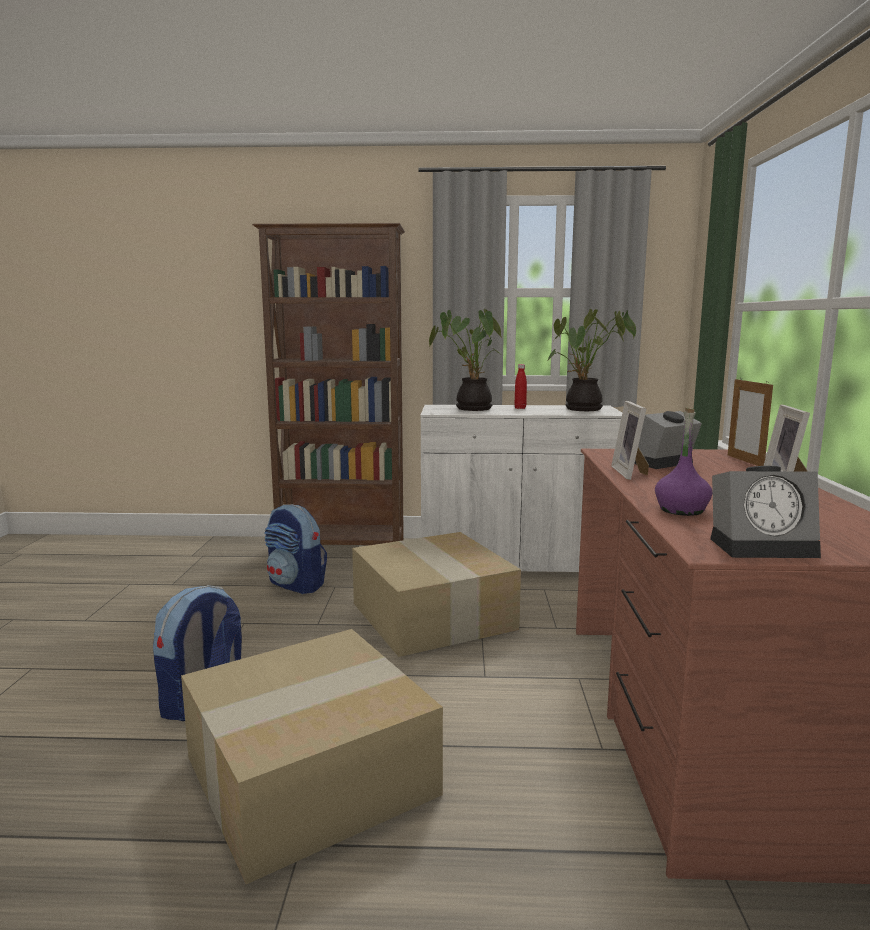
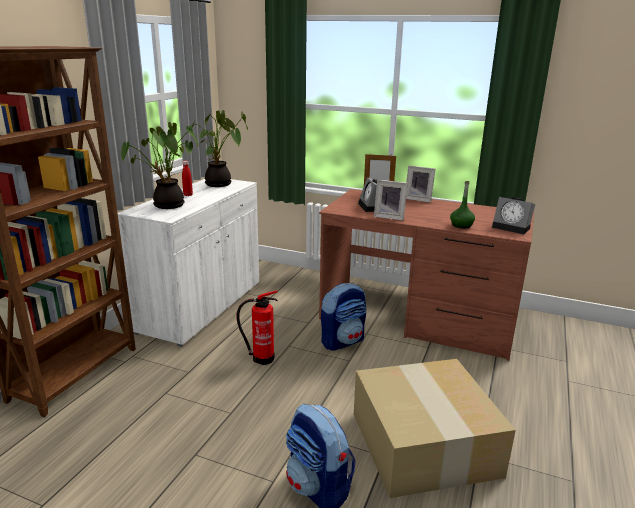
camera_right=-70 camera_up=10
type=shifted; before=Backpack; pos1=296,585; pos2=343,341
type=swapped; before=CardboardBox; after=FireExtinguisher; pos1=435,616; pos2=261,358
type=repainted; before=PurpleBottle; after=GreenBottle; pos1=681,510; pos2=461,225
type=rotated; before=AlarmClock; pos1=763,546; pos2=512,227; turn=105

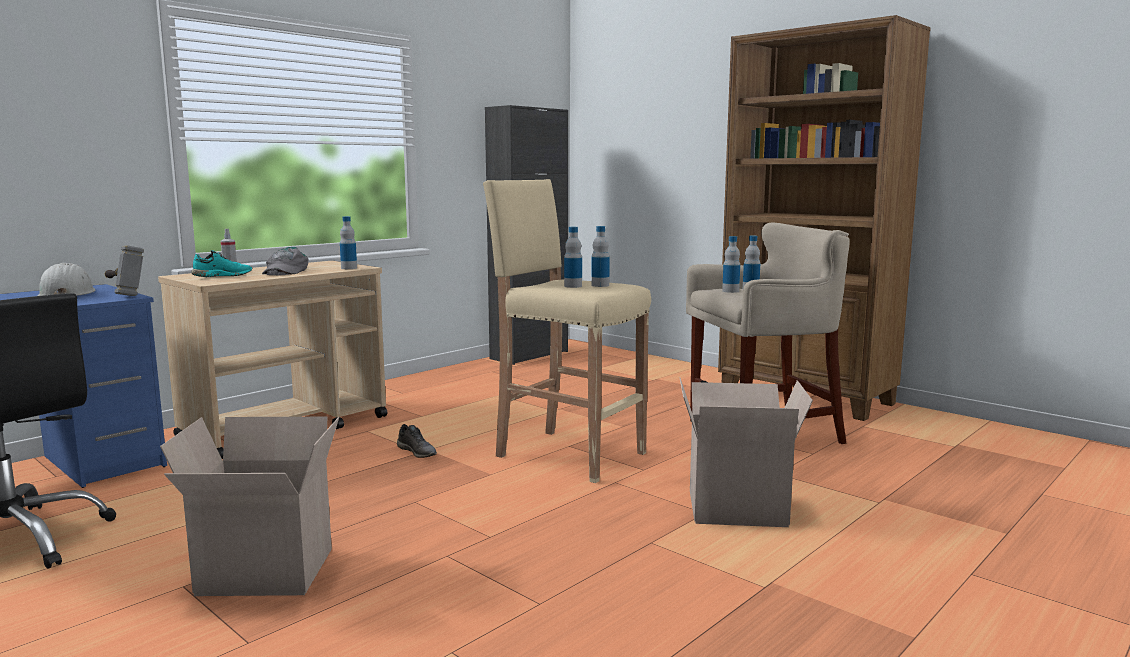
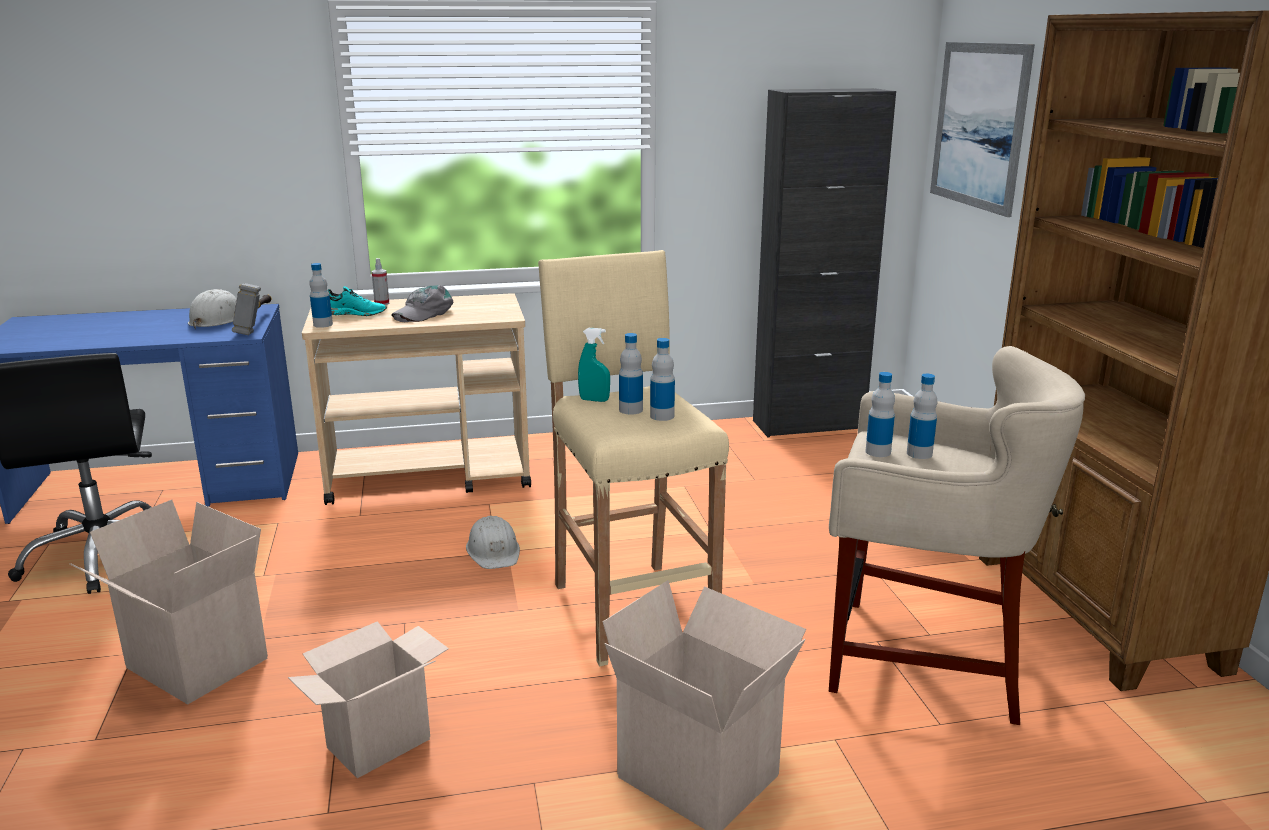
camera_right=35 camera_up=10
type=shifted; before=Bottle; pos1=349,268; pos2=323,324
type=swapped; before=GreyShoe; after=WhiteHardHat; pos1=417,452; pos2=494,551
type=new; after=CardboardBox; pos2=380,741
type=new; after=TurquoiseSprayBottle; pos2=594,400
type=new; after=Picture; pos2=979,125

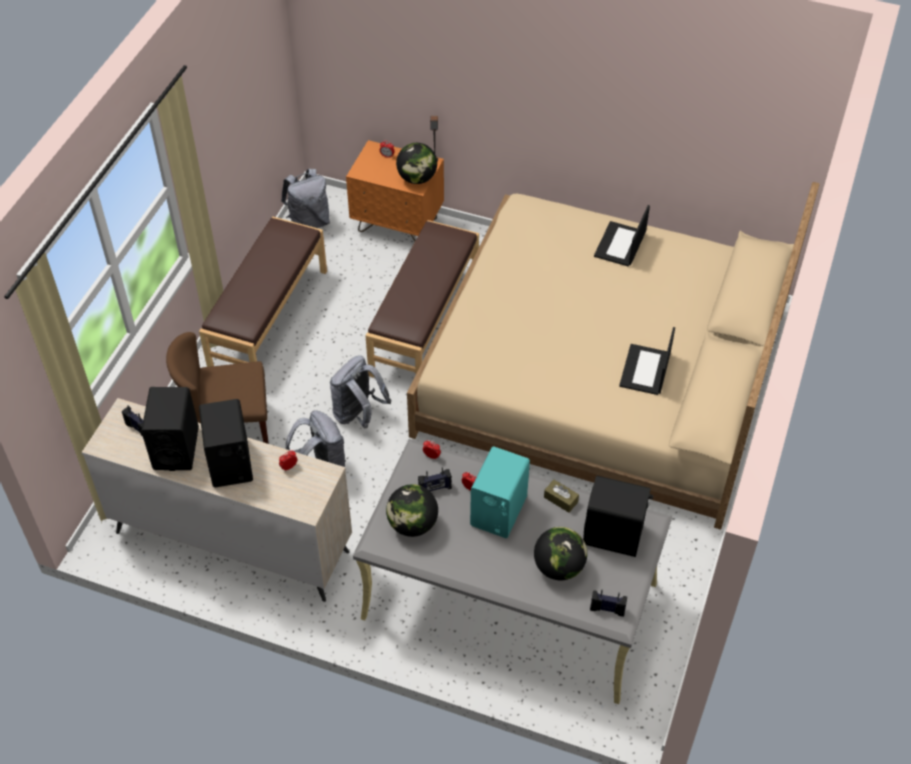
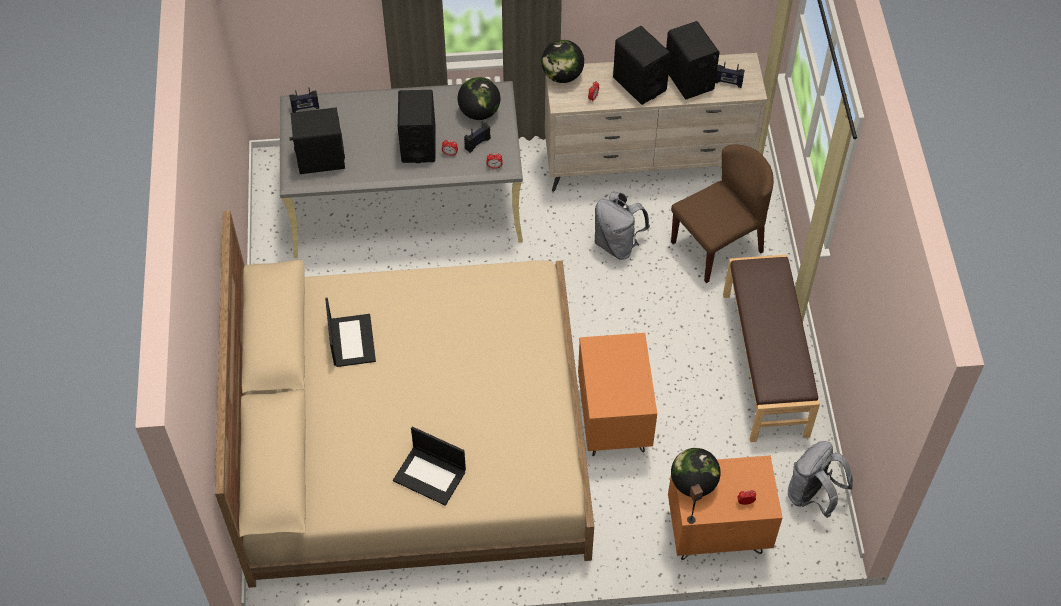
camera_right=155 camera_up=5
type=gone; before=GreyBackpack; pos1=358,415
type=swapped; before=BrownBench; after=OrangeNightstand; pos1=426,324; pos2=613,421
type=repainted; before=TurquoiseSpeaker; after=BlackSpeaker; pos1=498,512; pos2=418,144
type=shifted; before=Globe; pos1=558,567; pos2=562,75
type=gone; before=BrownTissueBox; pos1=560,499
type=rotated; before=Laptop; pos1=620,245; pos2=430,475; turn=120

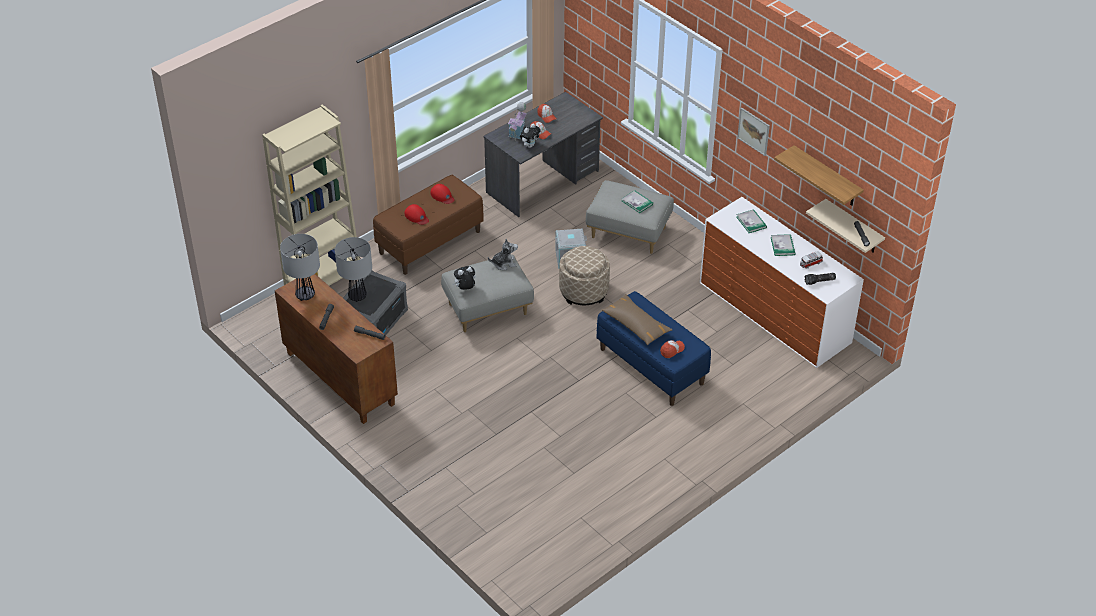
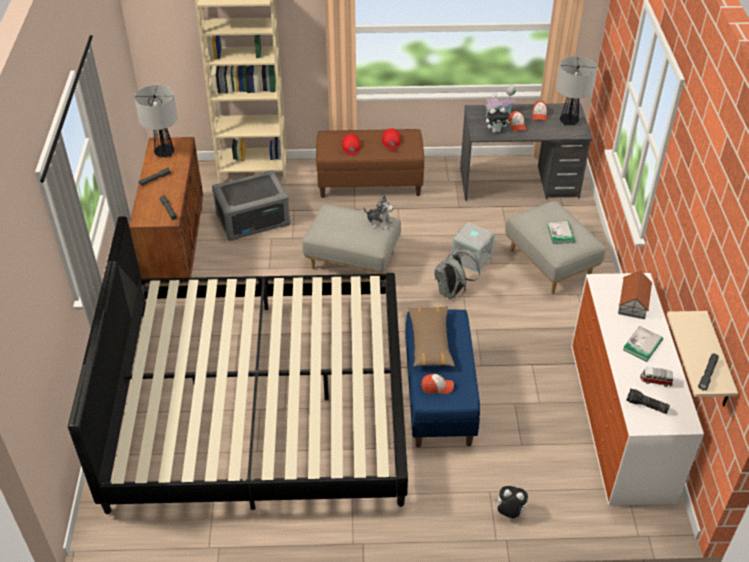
camera_right=40 camera_up=0
type=shifted; before=TableLamp; pos1=357,296; pos2=568,121
type=shifted; before=PlushToy; pos1=465,289; pos2=509,512
type=swapped; before=BeigeOttoman; after=GreyBackpack; pos1=584,291; pos2=452,292
type=swapped; before=Book; after=ToyHouse; pos1=751,222; pos2=633,303
type=gone; before=Picture; pos1=753,131
type=gone; before=Shelf; pos1=826,177
type=new; after=Bed; pos2=260,400

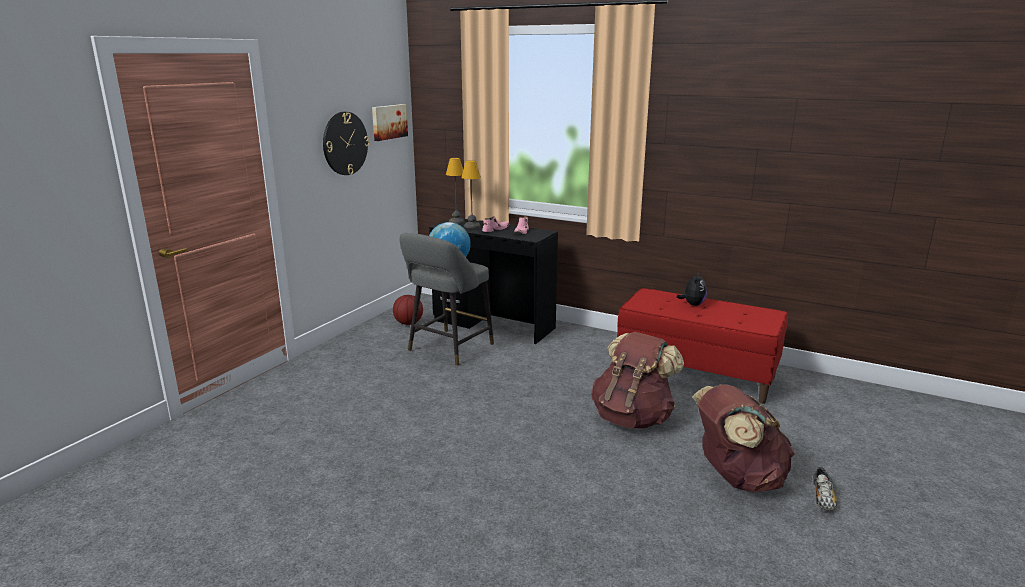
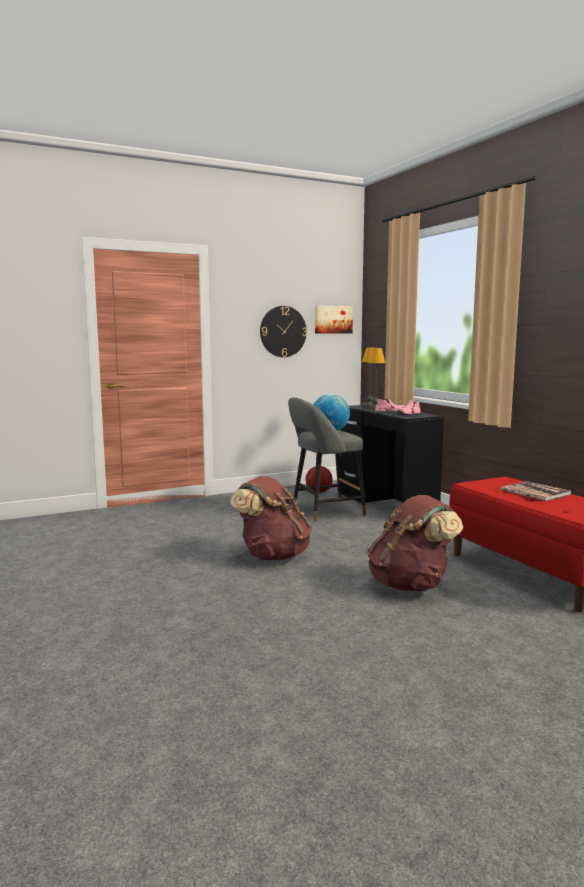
camera_right=35 camera_up=-10
type=swapped; before=PlushToy; after=Book; pos1=692,304; pos2=535,492
type=shifted; before=BrownBackpack; pos1=737,478; pos2=272,556
type=gone; before=Shoe; pos1=823,498

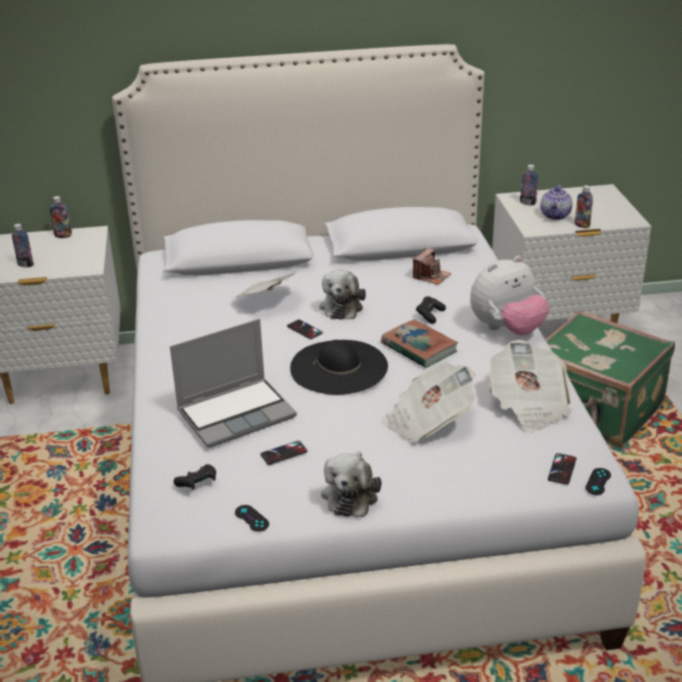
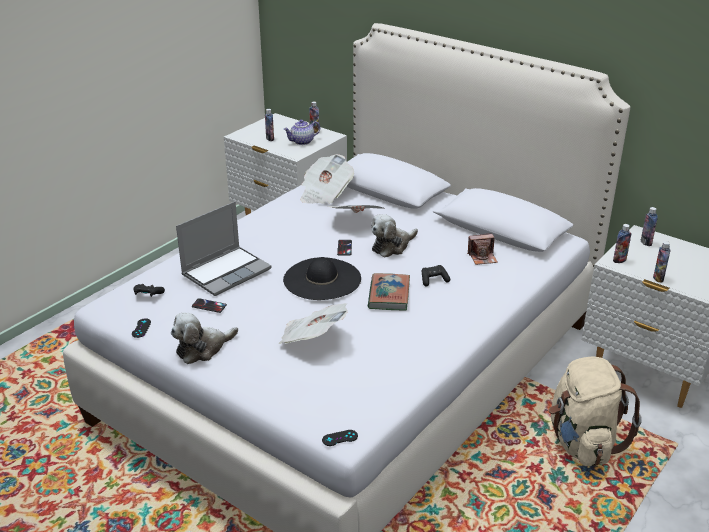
camera_right=45 camera_up=0
type=rotated; before=Laptop; pos1=237,413; pos2=226,271; turn=-60
type=gone; before=PlushToy; pos1=507,329
type=shifted; before=Newspaper; pos1=528,405; pos2=325,194
type=shifted; before=Teapot; pos1=556,215; pos2=302,142
type=swapped; before=GreenSuitcase; after=BeigeBackpack; pos1=595,410; pos2=582,442
type=gone; before=Phone; pos1=562,469
type=new; after=Bottle; pos2=619,260

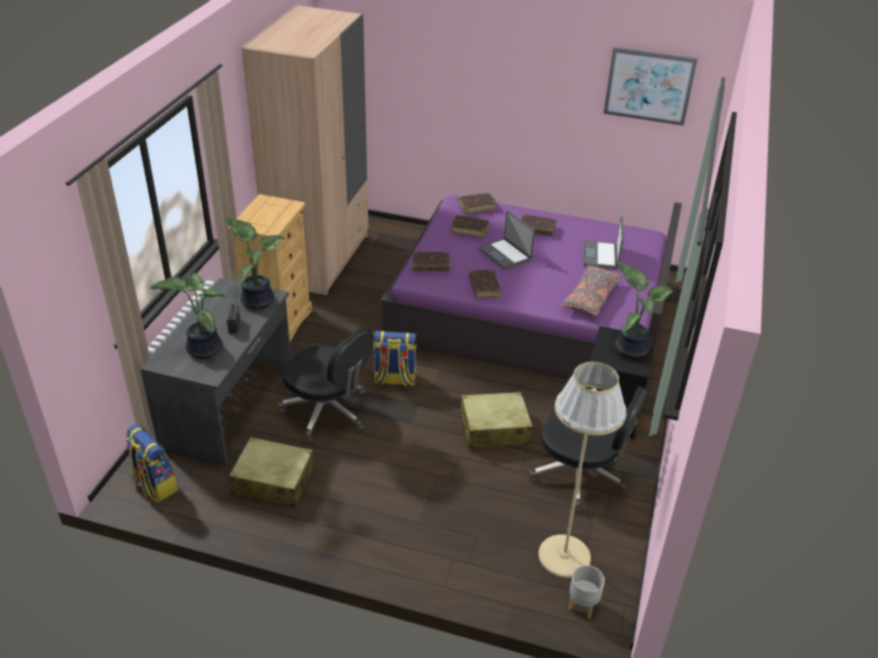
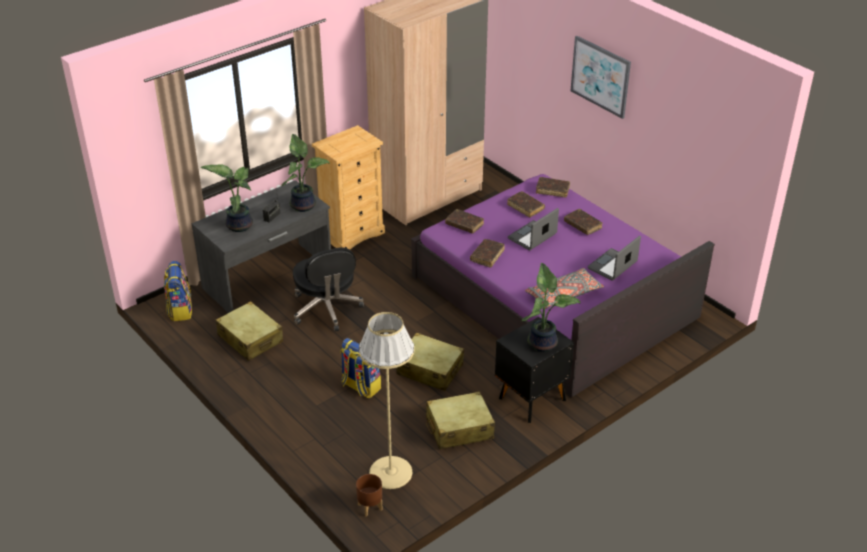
camera_right=35 camera_up=0
type=shifted; before=Backpack; pos1=394,379; pos2=360,387
type=rotated; before=Laptop; pos1=506,255; pos2=532,237; turn=45
type=swapped; before=BlackOfficeChair; after=BeigeSuitcase; pos1=580,476; pos2=459,428
type=repainted; before=GreyPlanter; after=BrownPlanter; pos1=582,605; pos2=369,507
type=shifted; before=Picture; pos1=649,86; pos2=600,76

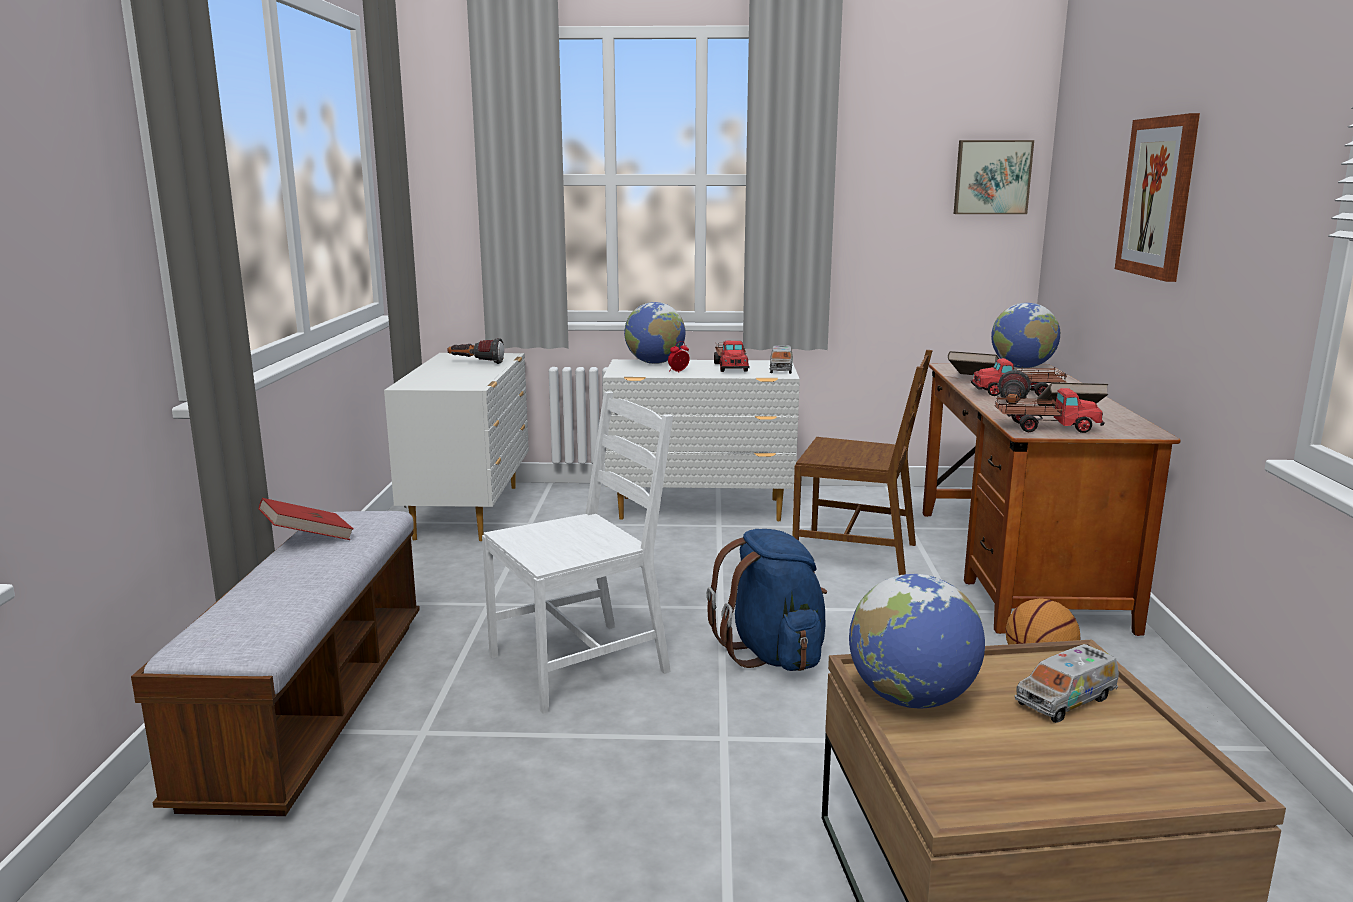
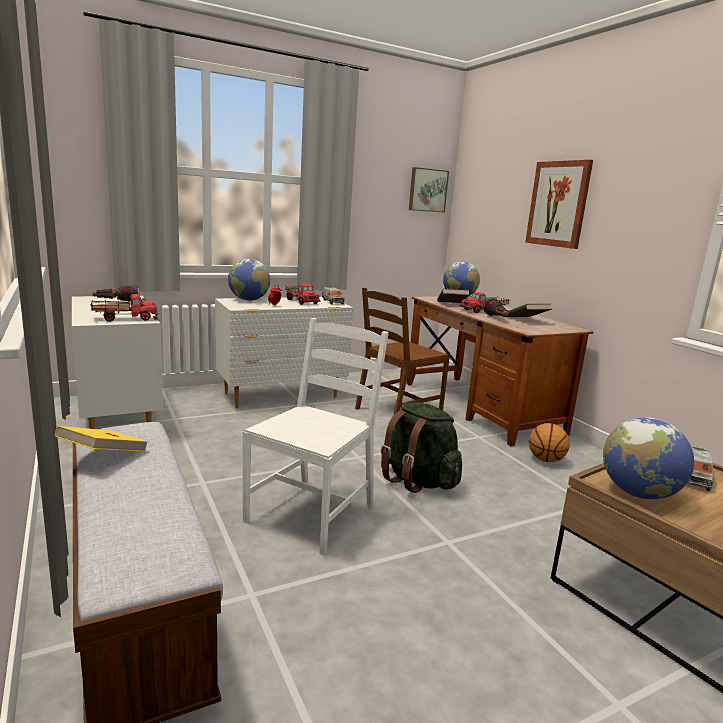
camera_right=-30 camera_up=0
type=repainted; before=RedBook; after=YellowBook; pos1=308,538; pos2=104,456
type=repainted; before=BlueBackpack; after=GreenBackpack; pos1=773,654; pos2=418,481
type=rotated; before=BrownChair; pos1=856,554; pos2=397,411; turn=150
type=shifted; before=ToyTruck; pos1=1044,427; pos2=124,318

